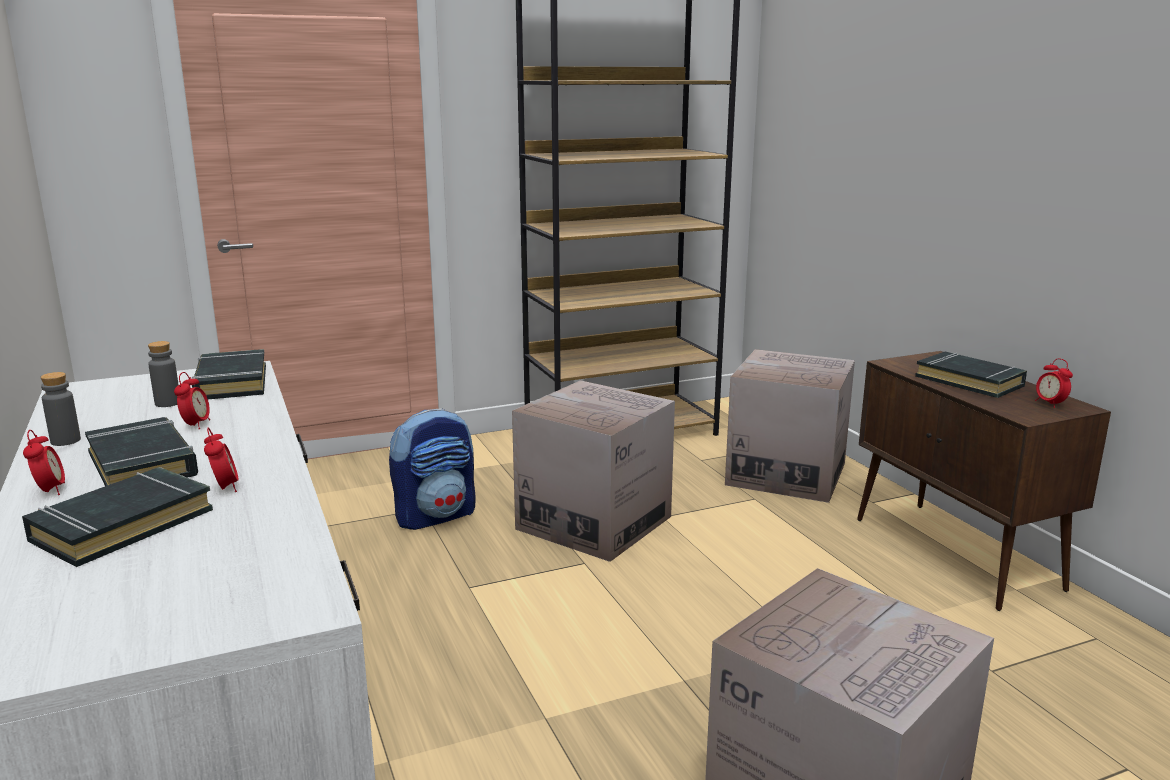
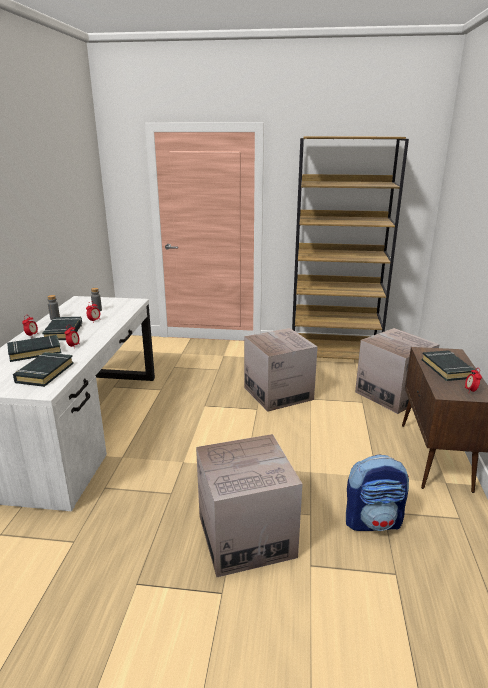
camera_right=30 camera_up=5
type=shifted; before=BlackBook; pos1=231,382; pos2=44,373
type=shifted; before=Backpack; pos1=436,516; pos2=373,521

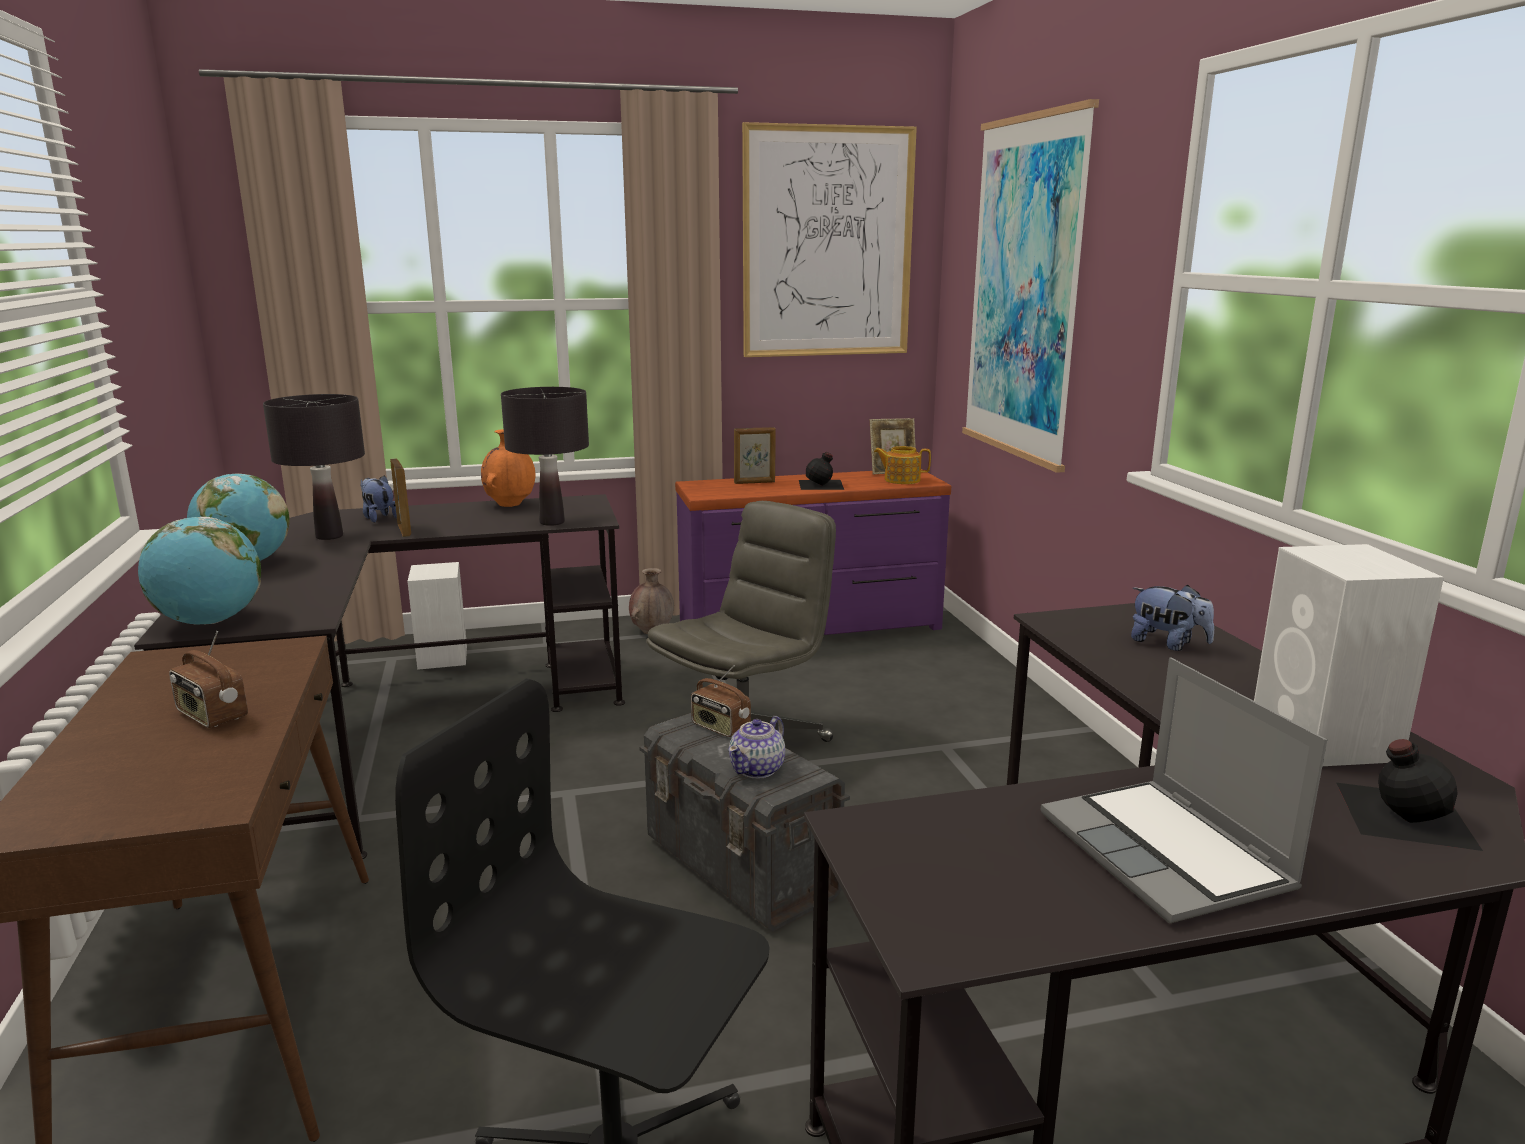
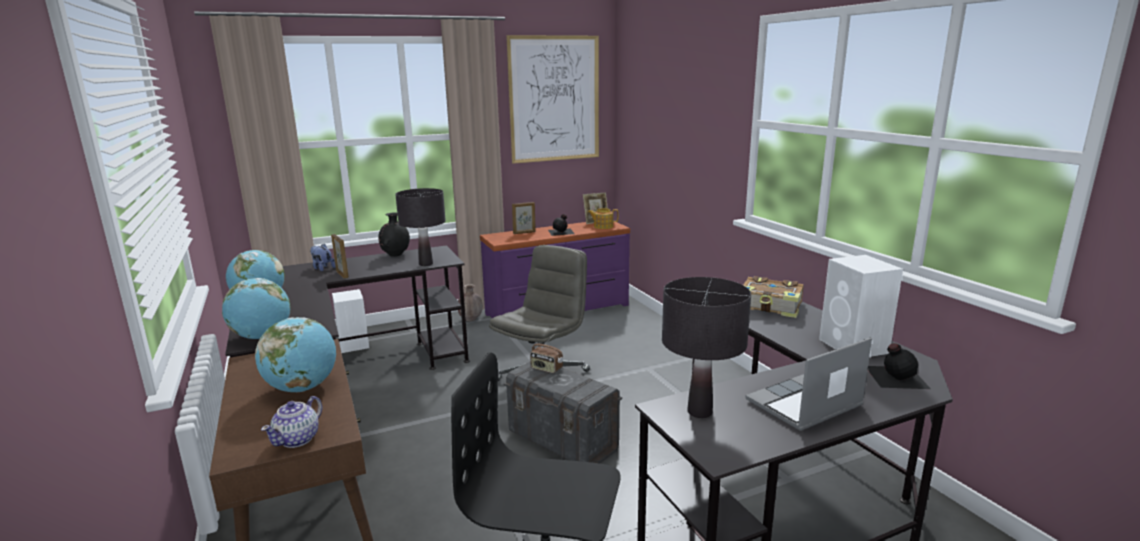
camera_right=-10 camera_up=0
type=swapped; before=Radio; after=Globe; pos1=211,716; pos2=302,388
type=shifted; before=BlackTableLamp; pos1=329,536; pos2=699,412
type=repainted; before=OrangeVase; after=BlackVase; pos1=510,505; pos2=395,255
type=shifted; before=Teapot; pos1=758,769; pos2=298,439
type=gone; before=Picture; pos1=1024,290
type=rotated; before=Laptop; pos1=1168,853; pos2=804,405; turn=90
type=swapped; before=PlushToy; after=Book; pos1=1168,644; pos2=770,306

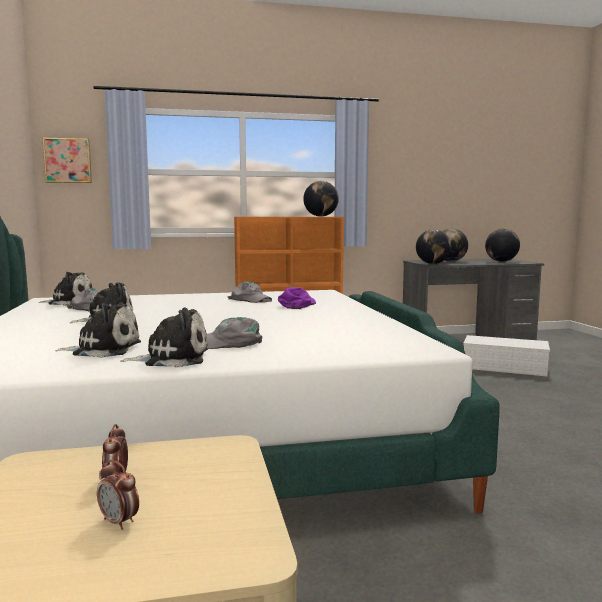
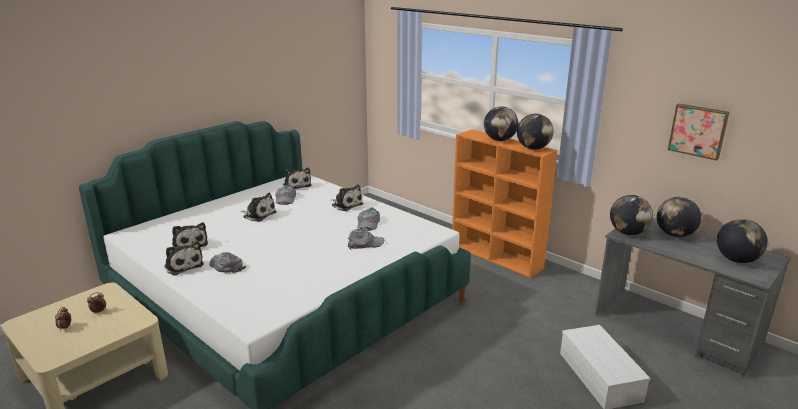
camera_right=55 camera_up=15
type=shifted; before=Picture; pos1=68,160; pos2=698,131
type=repainted; before=PurpleCap; after=GreyCap; pos1=297,305; pos2=365,243
type=new; after=PlushToy; pos2=346,204
type=new; after=Globe; pos2=499,140

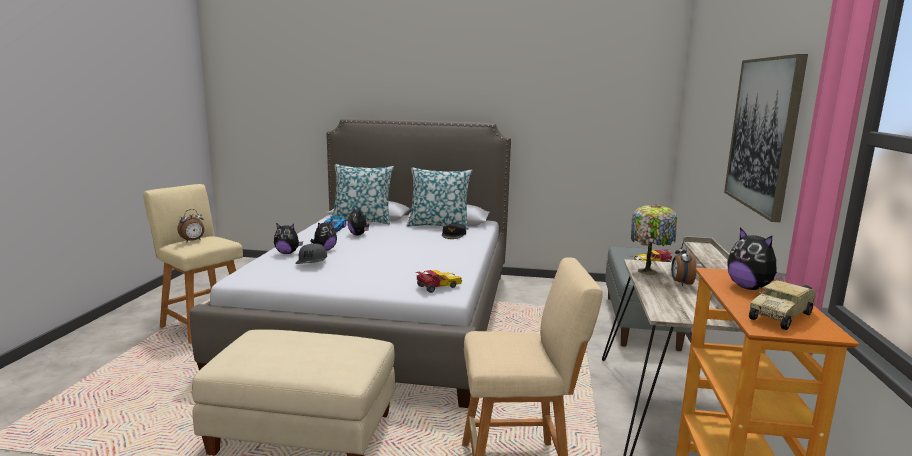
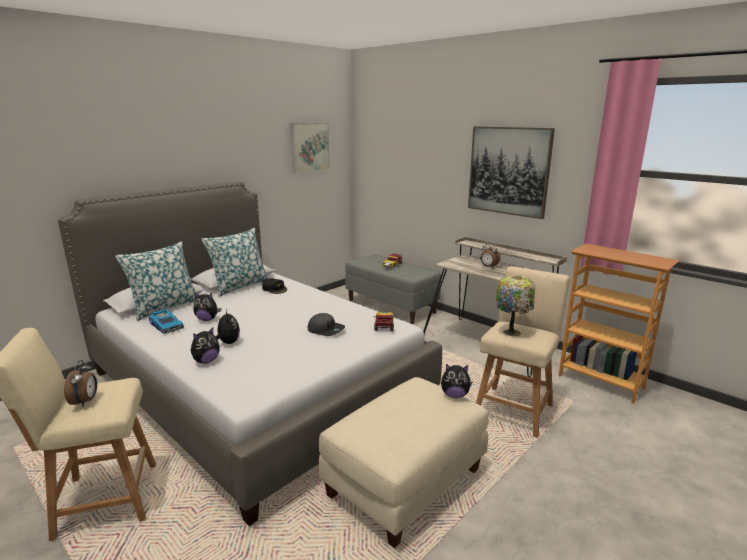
camera_right=-55 camera_up=5
type=shifted; before=GreyCap; pos1=312,261; pos2=326,330
type=shifted; before=TableLamp; pos1=649,271; pos2=512,331
type=shifted; before=PlushToy; pos1=750,288; pos2=455,395
type=gone; before=ToyTruck; pos1=781,316
type=new; after=Picture; pos2=310,147

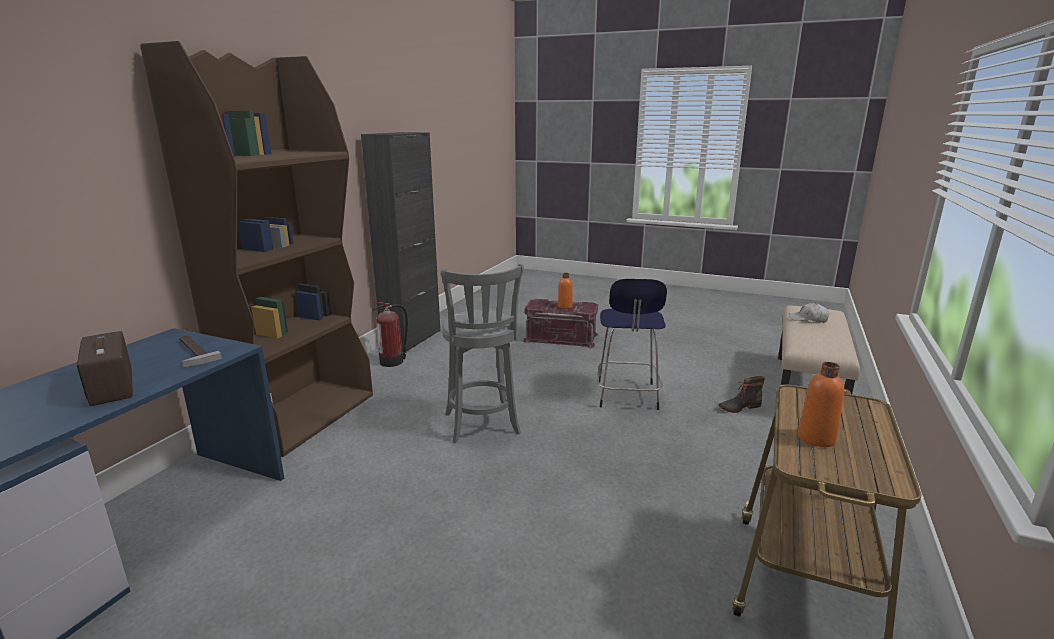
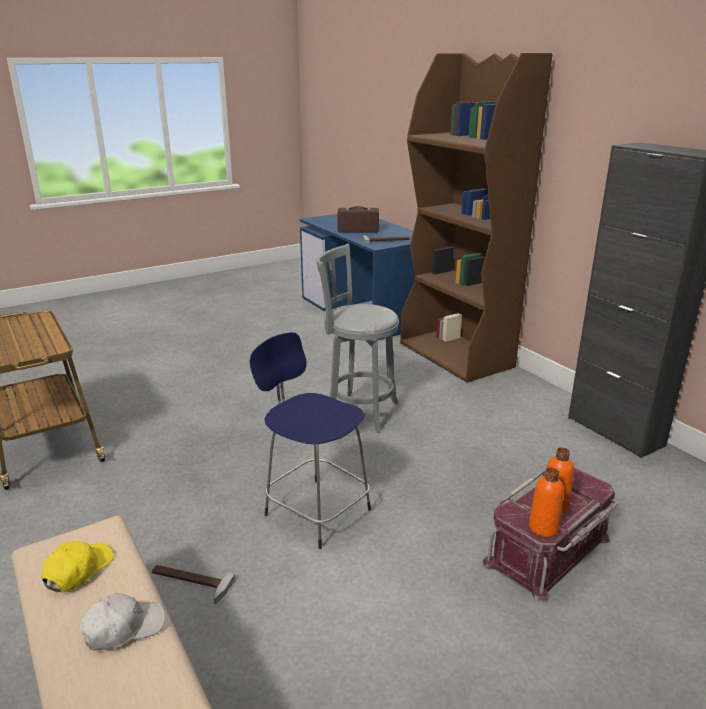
camera_right=125 camera_up=5
type=gone; before=FireExtinguisher; pos1=393,361
type=swapped; before=Boot; after=Hammer; pos1=739,407; pos2=189,582
type=shifted; before=OrangeBottle; pos1=816,438; pos2=543,528
type=new; after=YellowCap; pos2=78,571

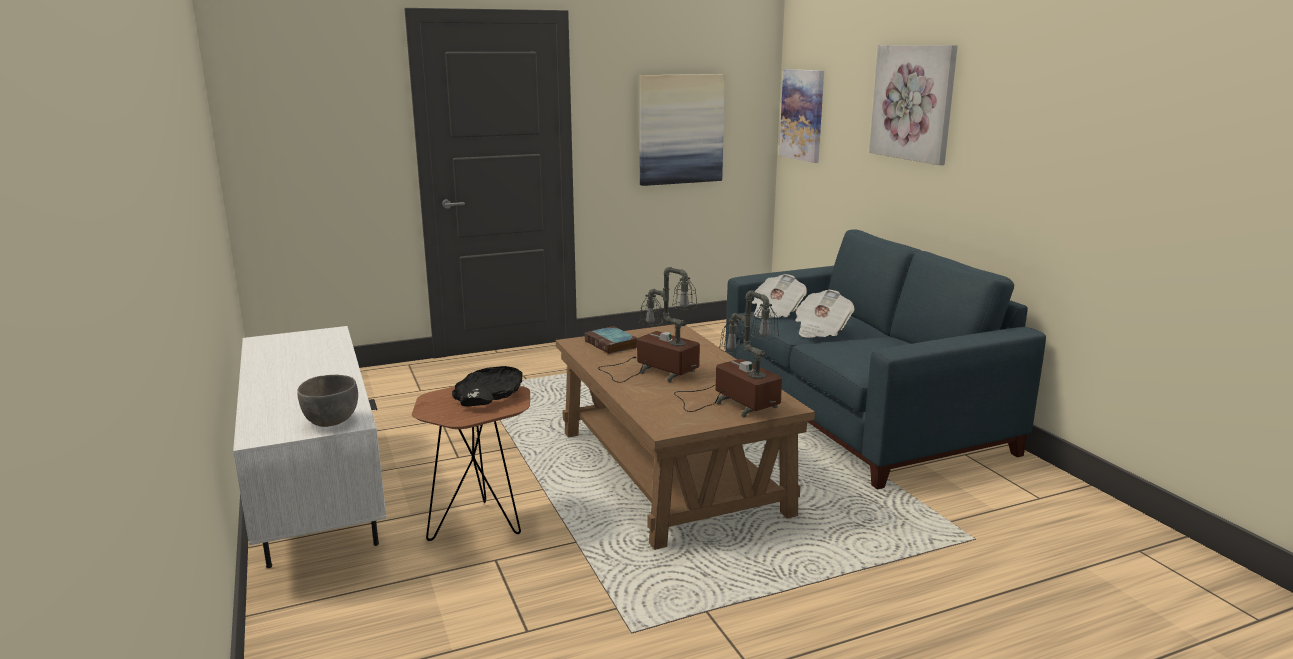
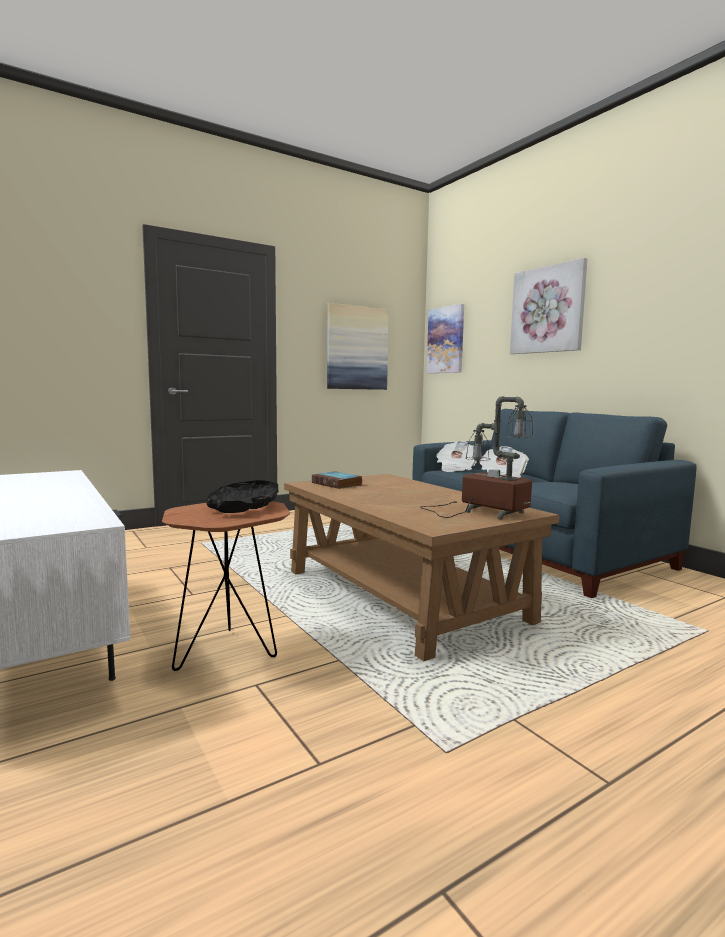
camera_right=-10 camera_up=-10
type=gone; before=GreyBowl; pos1=331,421
type=gone; before=TableLamp; pos1=656,372

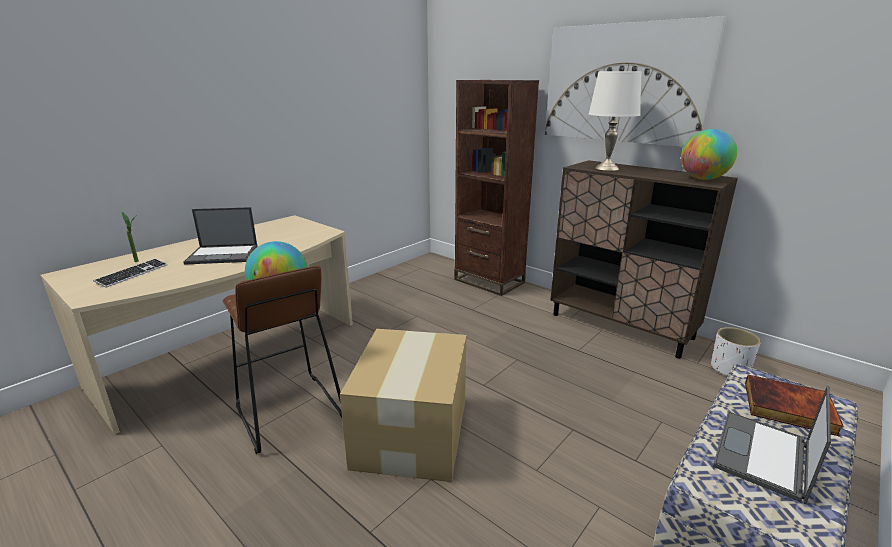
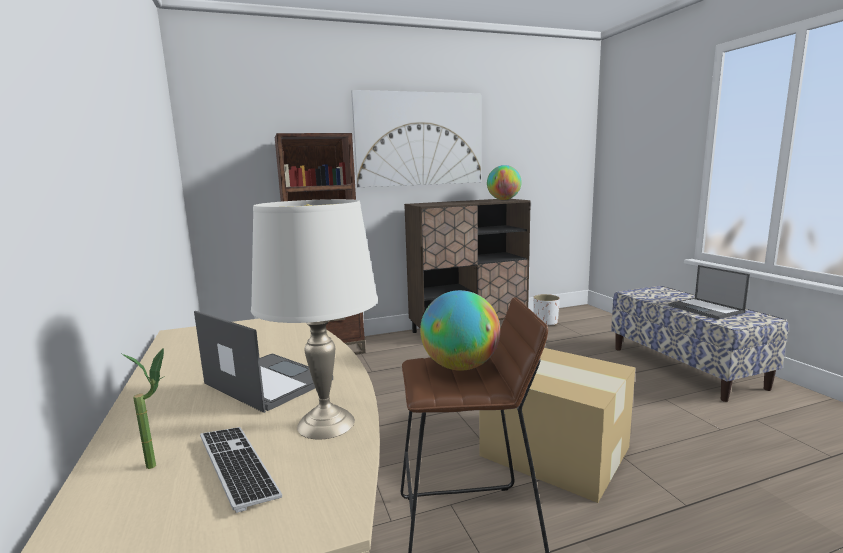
camera_right=-60 camera_up=-10
type=rotated; before=Laptop; pos1=223,254; pos2=266,381; turn=-75
type=shifted; before=WhiteTableLamp; pos1=607,168; pos2=326,423
type=gone; before=Book; pos1=788,408

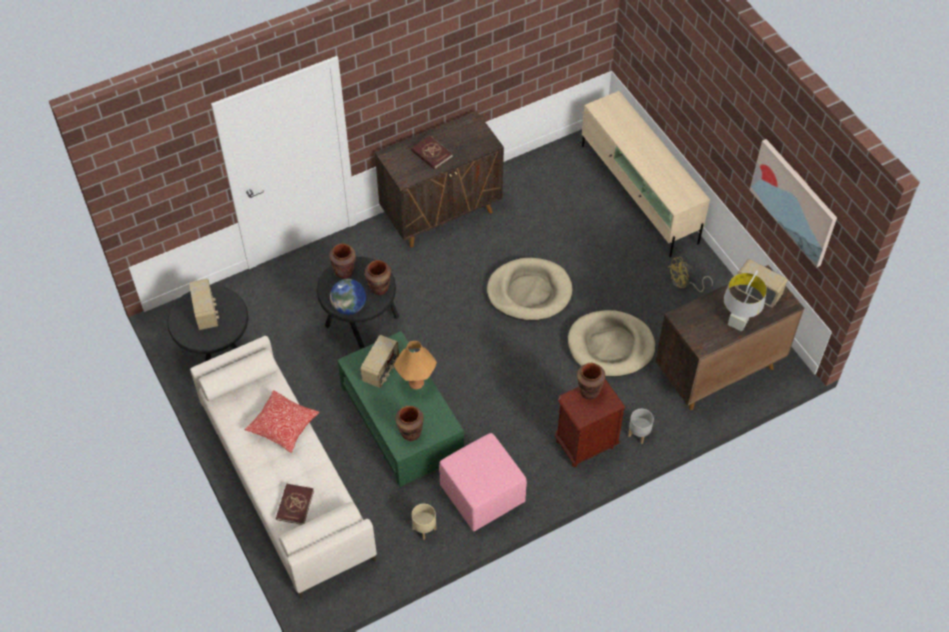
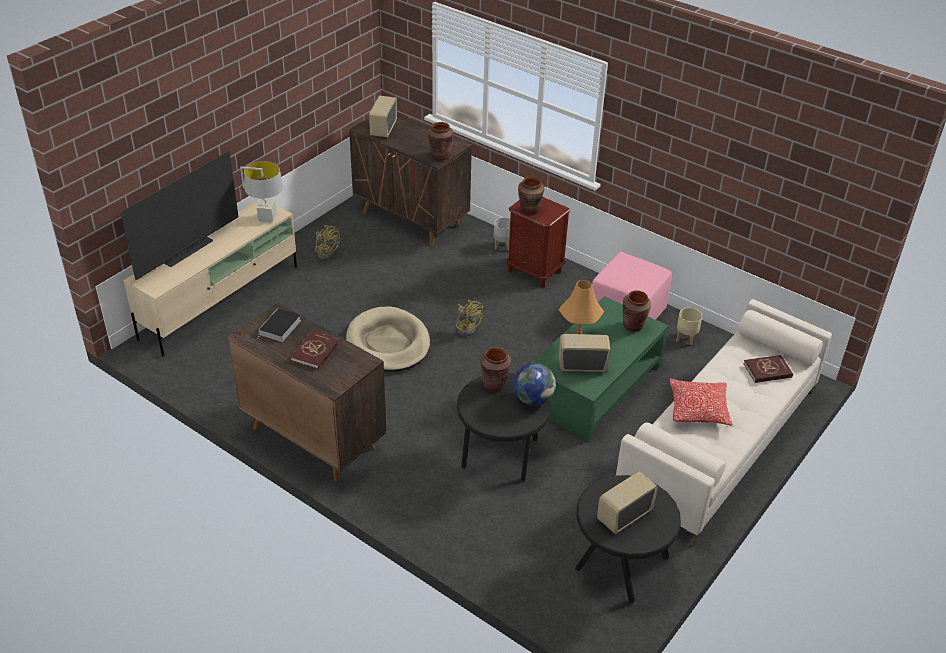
camera_right=-115 camera_up=-15
type=shifted; before=BrownVase; pos1=344,272; pos2=440,156
type=gone; before=BeigeDogBed; pos1=610,346
type=shifted; before=GreyTableLamp; pos1=738,323; pos2=267,218
type=gone; before=Picture; pos1=794,202
type=new; after=Television; pos2=188,252
type=new; after=Book; pos2=279,328
type=new; after=YellowFan; pos2=467,328

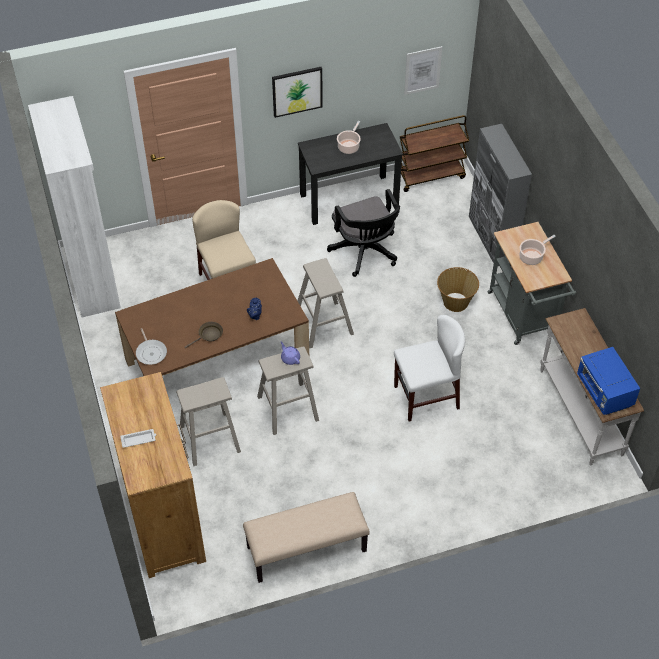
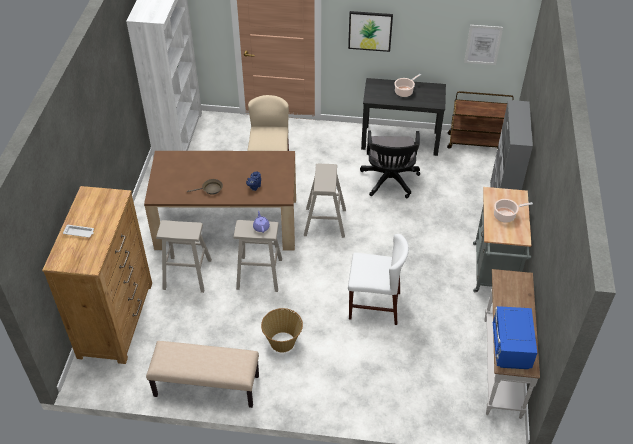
camera_right=25 camera_up=-5
type=gone; before=FryingPan; pos1=151,352
type=shifted; before=Basket; pos1=455,301; pos2=282,341

